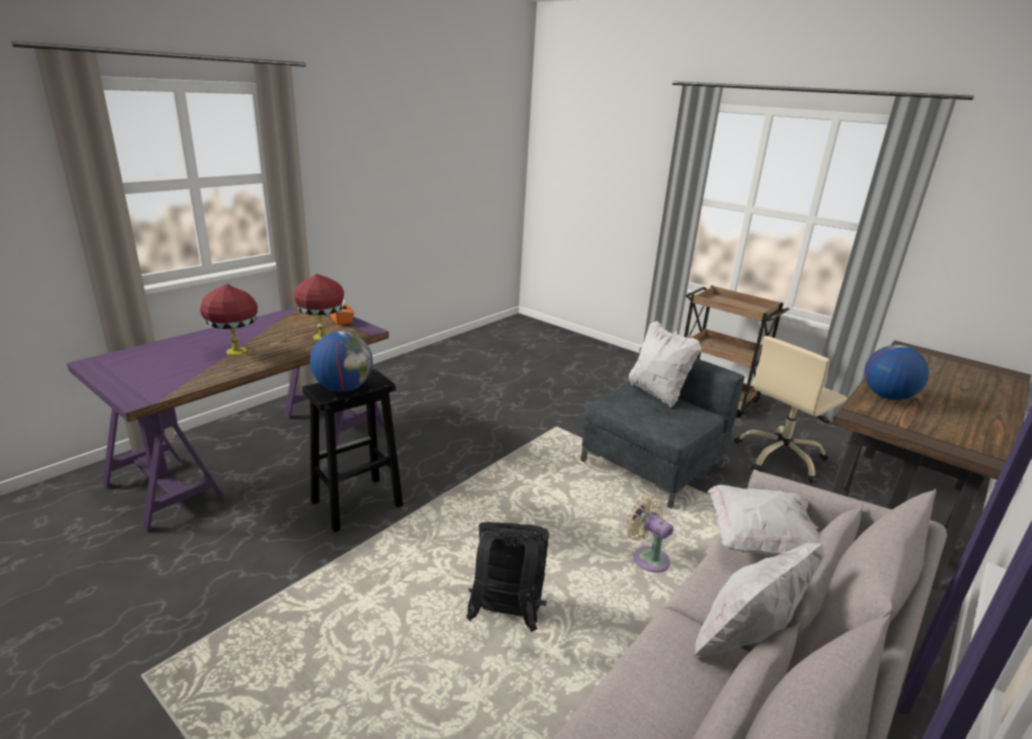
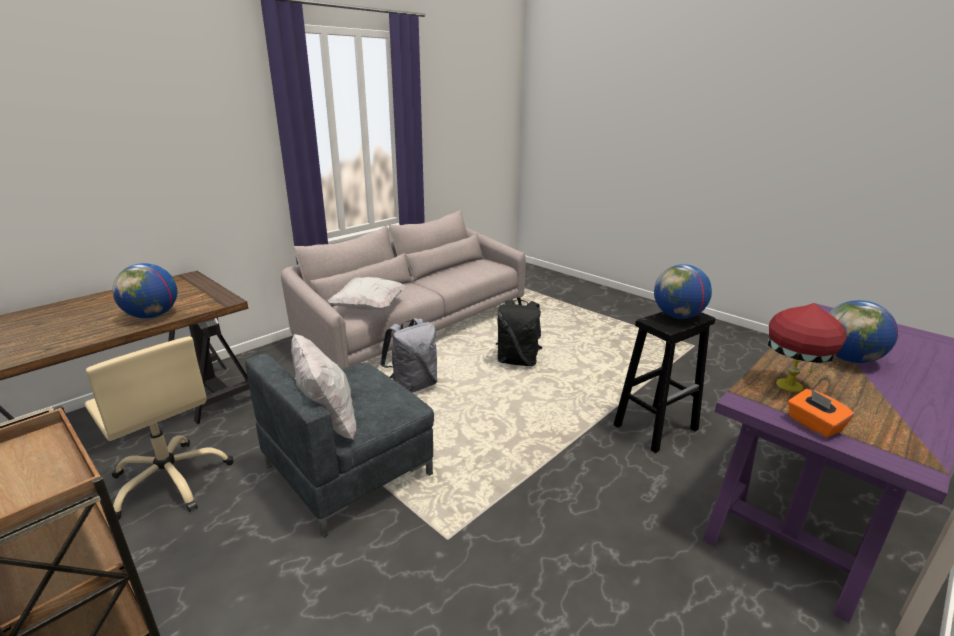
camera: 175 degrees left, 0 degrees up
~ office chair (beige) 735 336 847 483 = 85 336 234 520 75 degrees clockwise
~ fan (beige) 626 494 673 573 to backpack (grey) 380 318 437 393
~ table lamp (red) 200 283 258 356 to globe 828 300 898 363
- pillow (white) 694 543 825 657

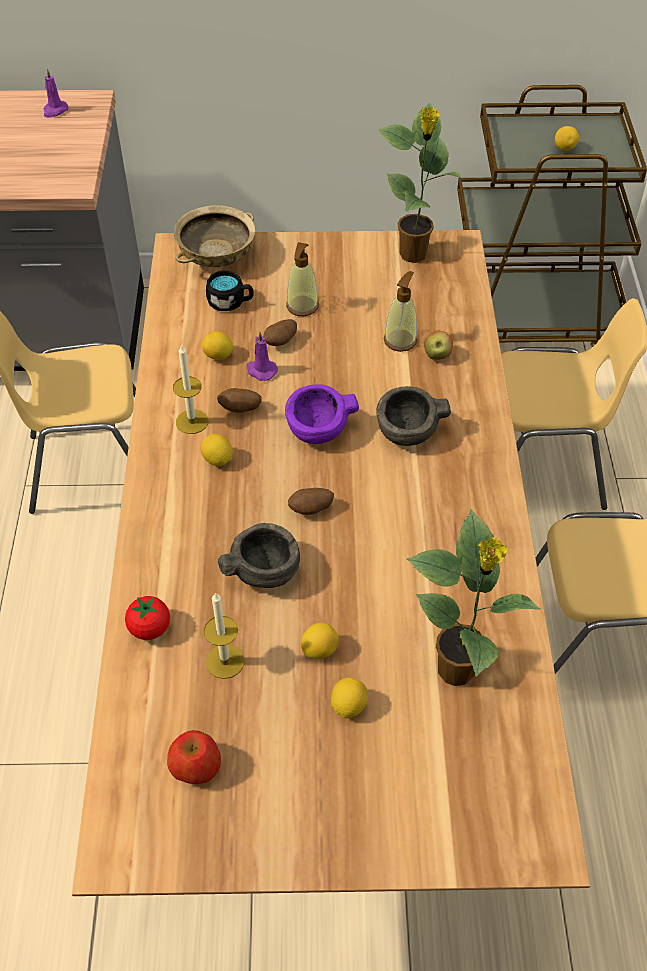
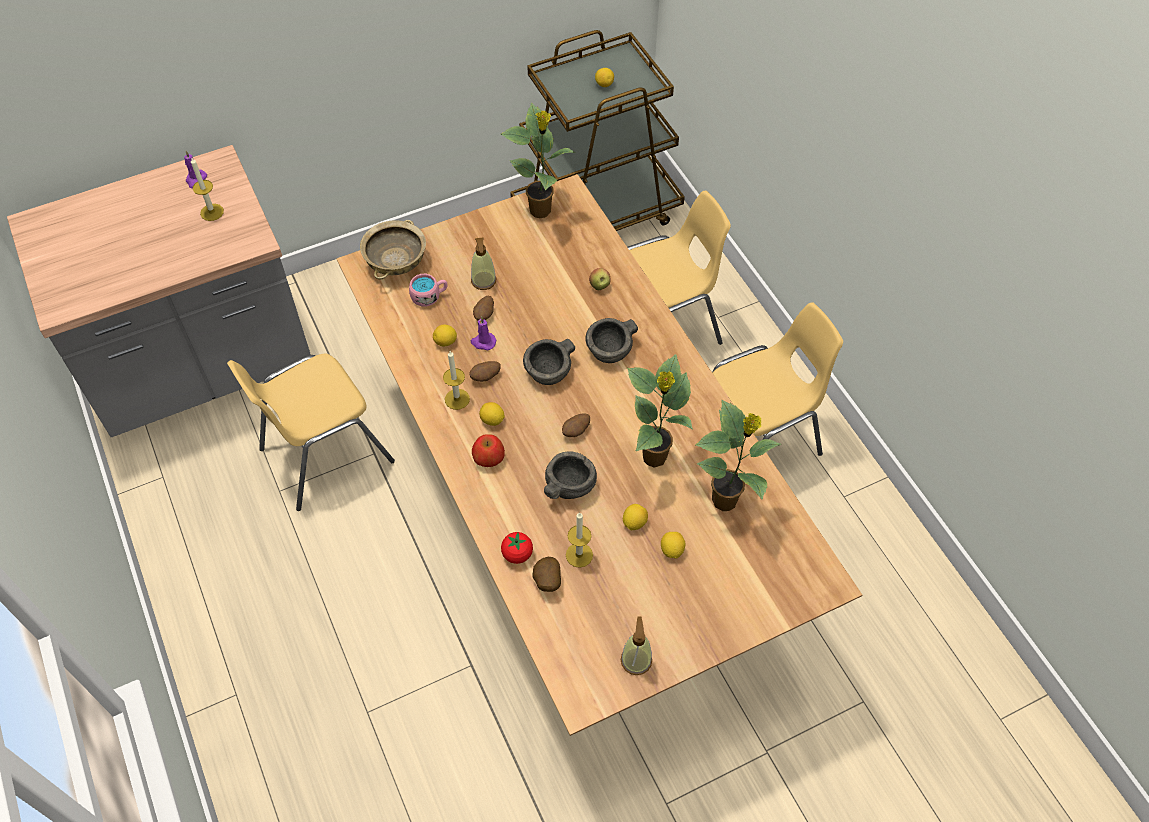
camera: 25 degrees left, 5 degrees up
+ candle 191 158 224 221
~ mug (black) 206 270 254 311 to mug (pink) 409 274 448 306
~ apple 167 730 221 784 to 472 434 505 467
~ bowl (purple) 285 385 359 444 to bowl (grey) 523 339 575 385
+ potato 532 557 561 592
~ soap dispenser 384 271 417 352 to 621 616 652 675
+ potted plant 627 354 693 468

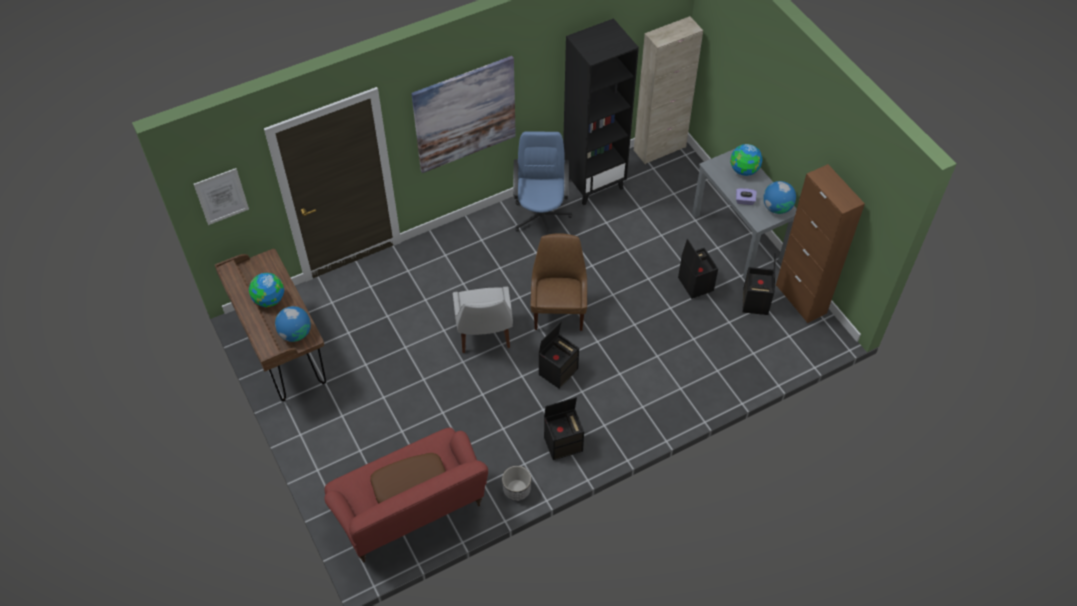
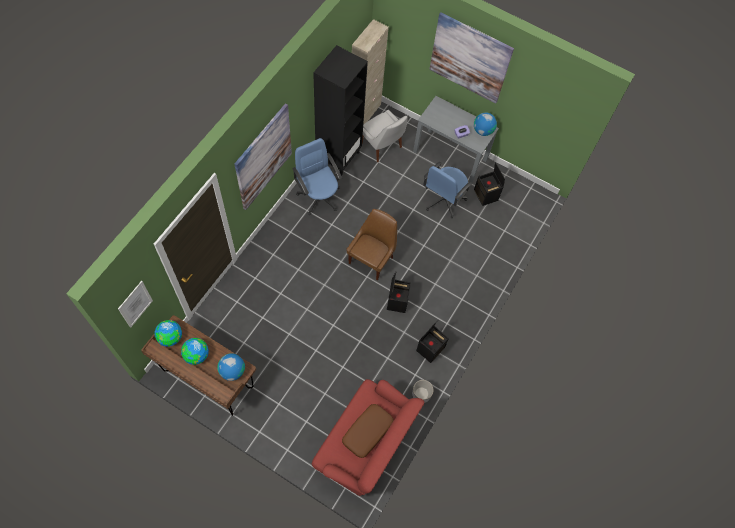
camera: 35 degrees left, 10 degrees up
~ globe 730 144 763 176 to 154 320 182 347
~ chair (brown) 530 233 587 331 = 347 209 397 280 60 degrees clockwise
~ chair (white) 453 286 513 353 to 362 110 408 162
~ storage box (black) 678 239 718 299 to office chair (blue) 423 162 472 218
+ picture 429 12 514 104
- cabinet (brown) 776 164 865 323

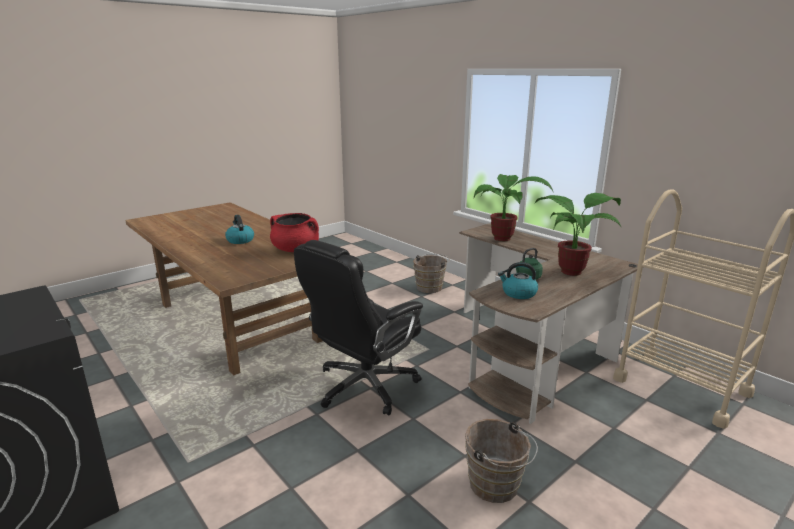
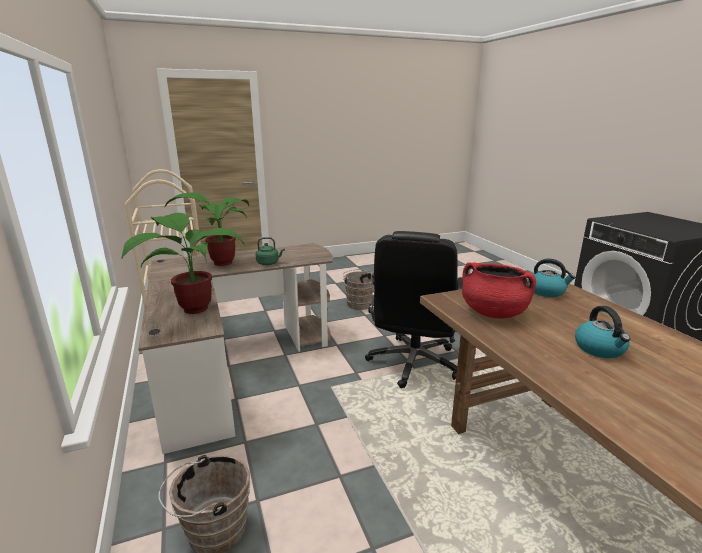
camera: 160 degrees left, 0 degrees up
~ office chair (black) 294 240 423 415 = 365 231 463 388 135 degrees clockwise
~ kettle 498 262 538 299 to 528 259 576 297

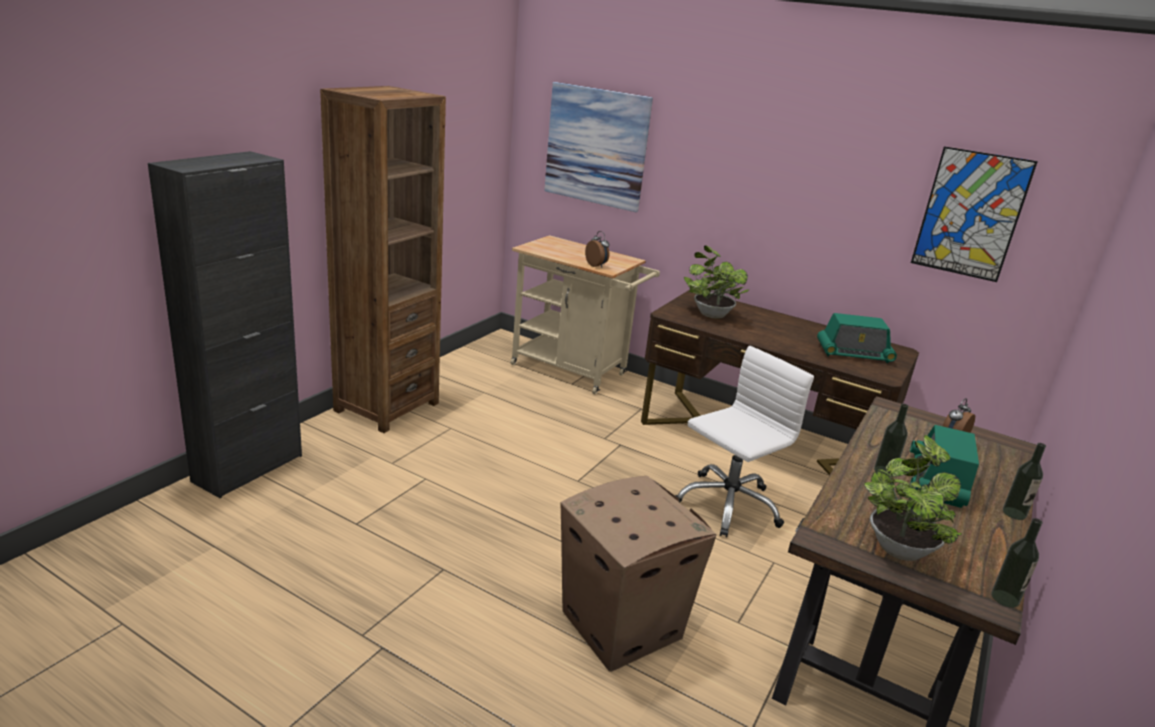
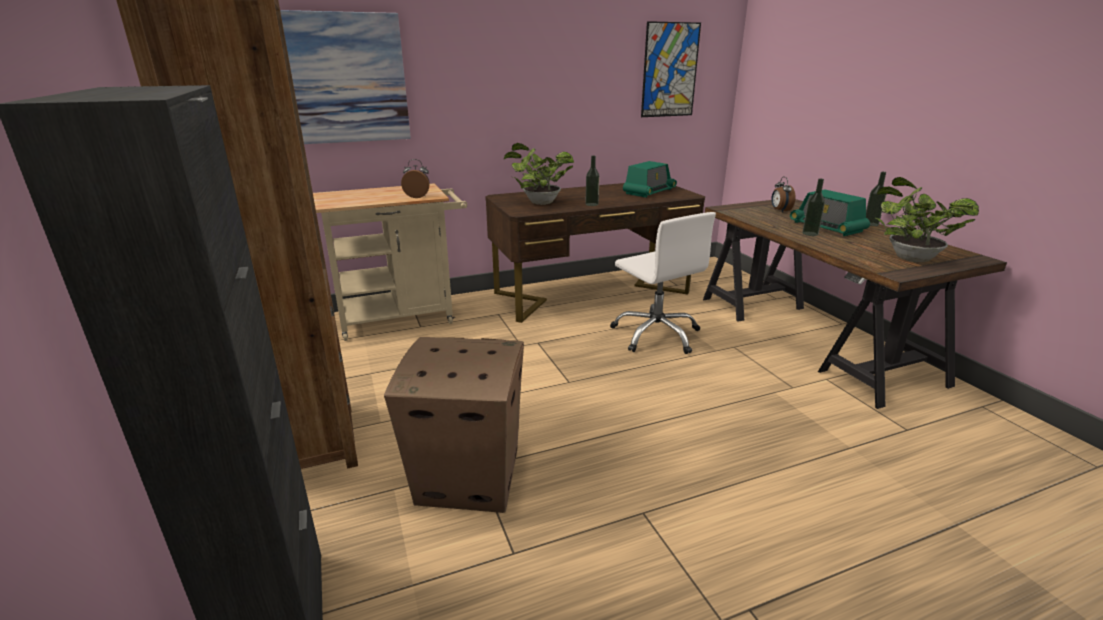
camera: 50 degrees left, 0 degrees up
~ cardboard box 561 476 716 672 to 384 337 524 513
~ bottle 991 518 1043 608 to 585 155 600 206
~ office chair (white) 675 346 814 537 = 610 212 716 354 150 degrees clockwise

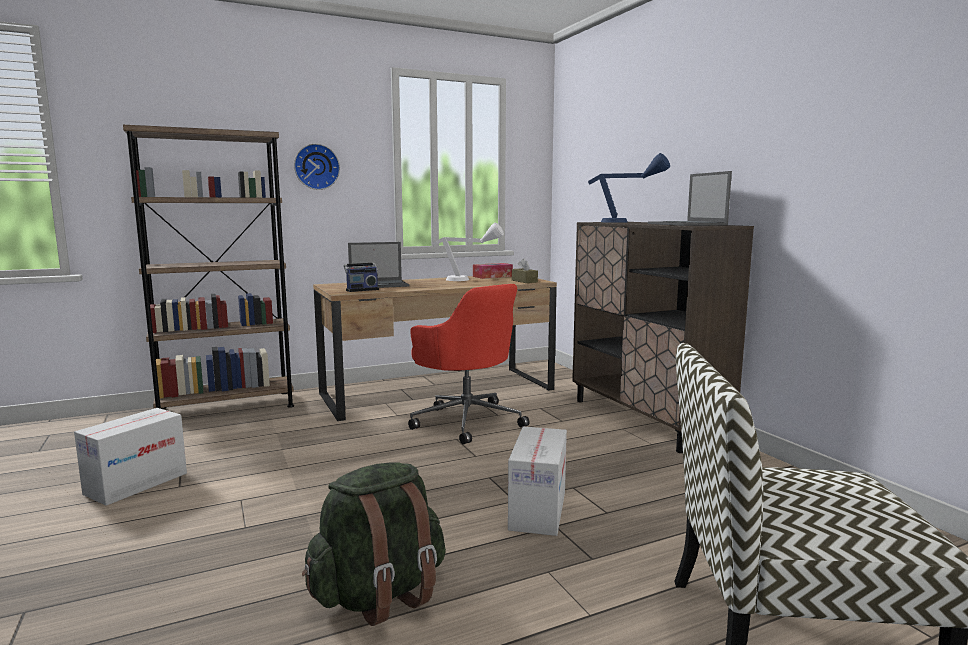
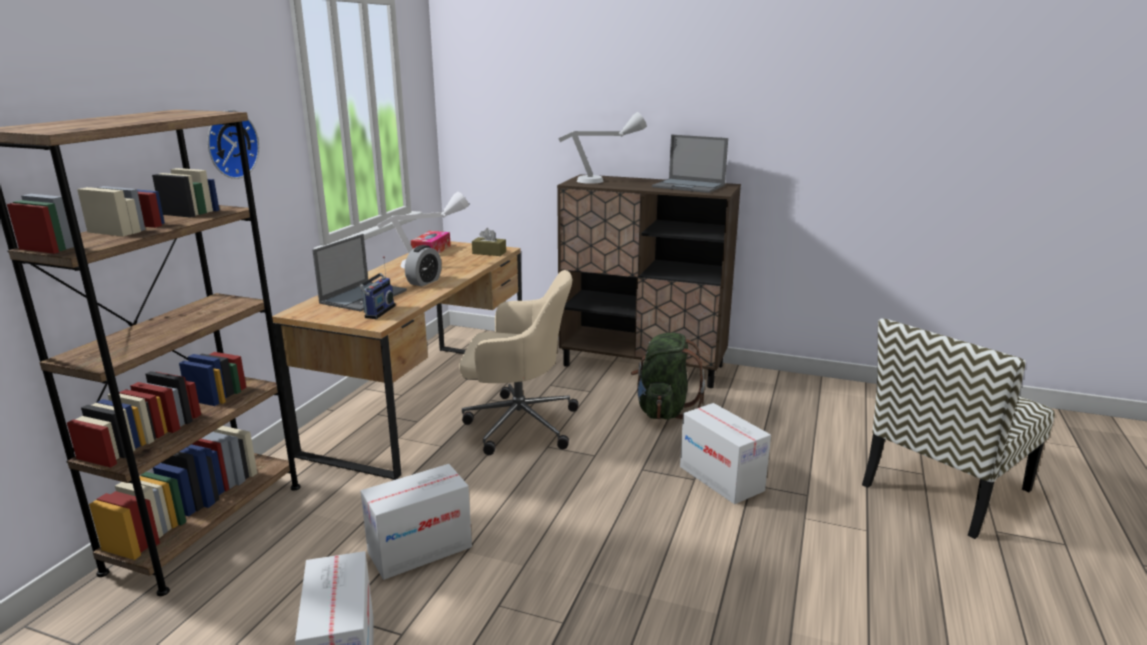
camera: 45 degrees left, 10 degrees up
+ cardboard box 360 464 472 580
+ alarm clock 405 245 442 286
~ office chair (red) 408 284 529 444 to office chair (beige) 459 270 579 455
~ table lamp (blue) 588 153 670 223 to table lamp (grey) 558 112 647 184
~ backpack (green) 302 462 446 626 to 631 332 705 420

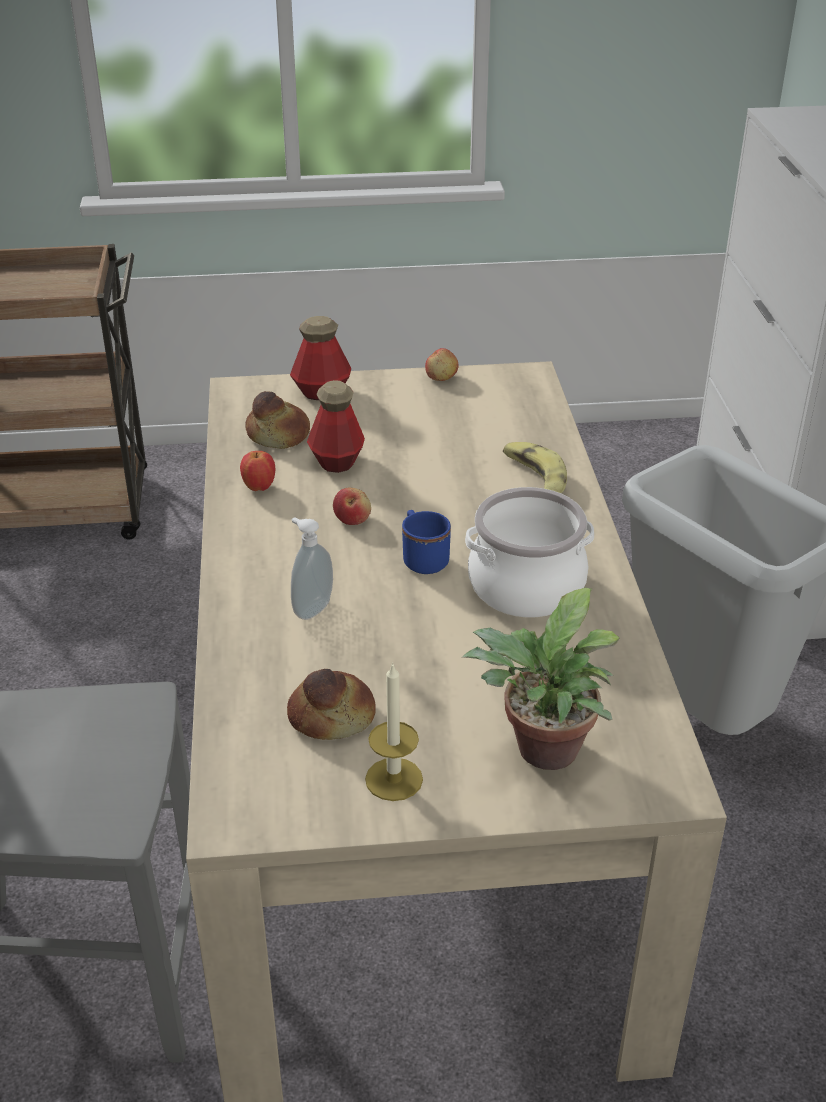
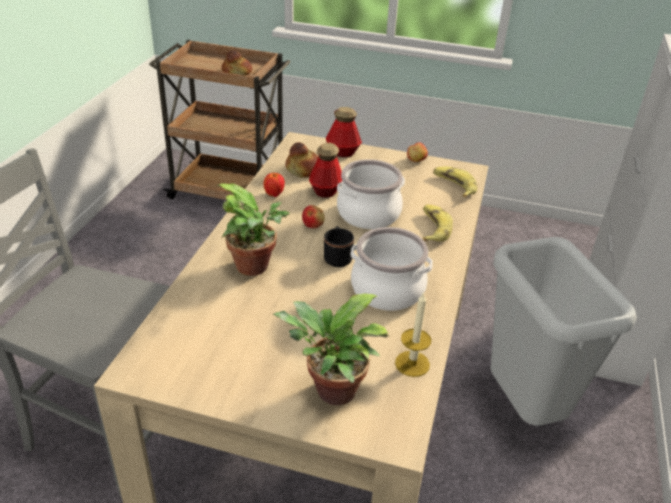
camera: 20 degrees right, 0 degrees up
~ soap dispenser 291 517 333 620 to potted plant 217 183 290 276
~ bread 287 669 376 740 to 221 50 252 76
~ mug (blue) 402 510 451 574 to mug (black) 324 226 354 267
+ cooking pot 337 159 405 229
~ candle 365 662 423 801 to 395 292 431 377
+ banana 433 166 477 197

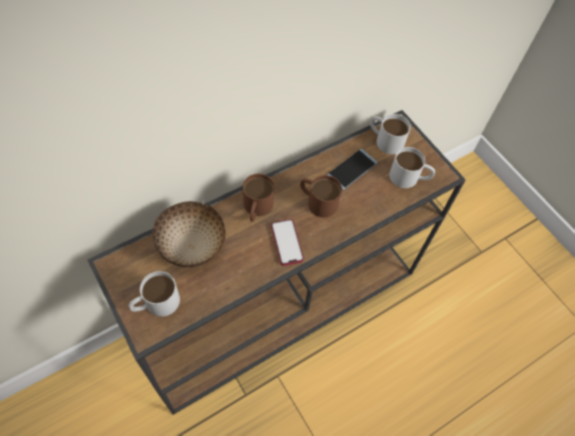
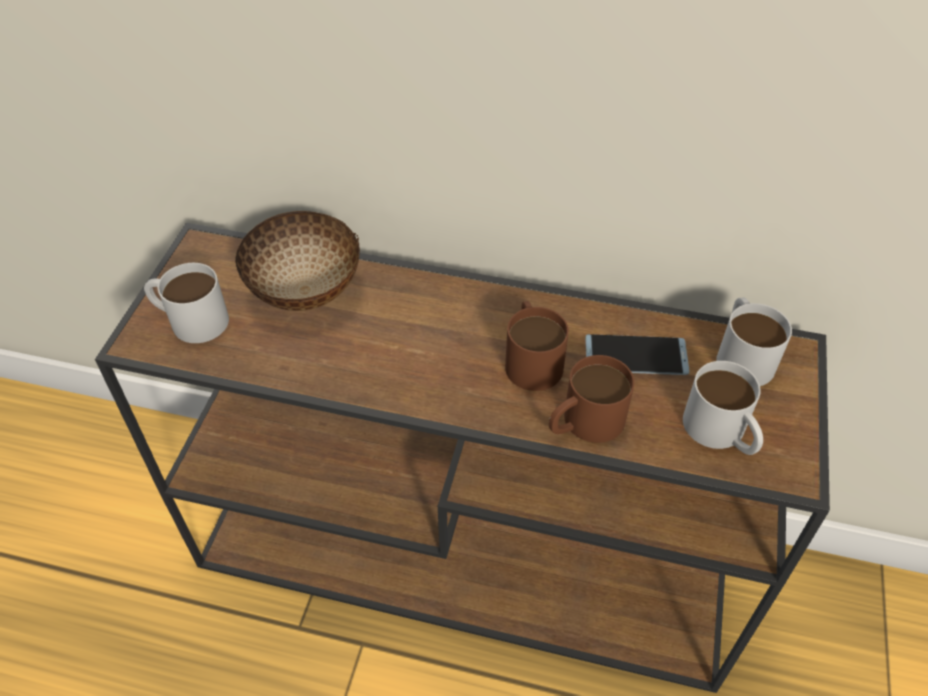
camera: 50 degrees right, 10 degrees down
~ mug (brown) 243 174 274 222 to 549 355 634 443
- phone 271 219 304 266

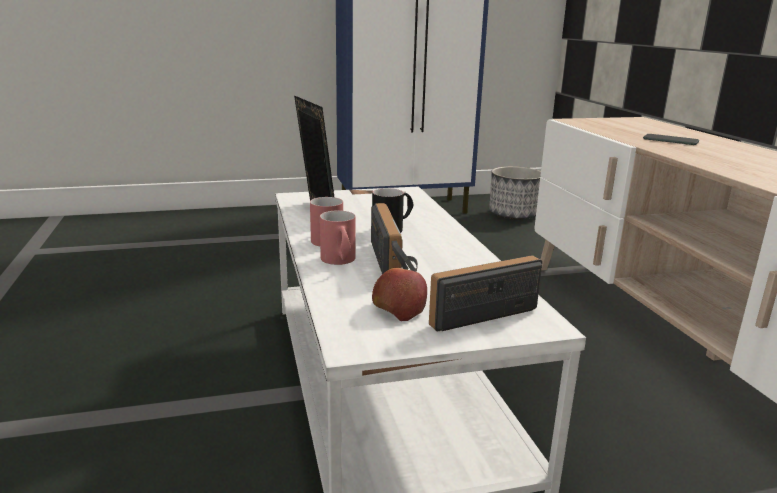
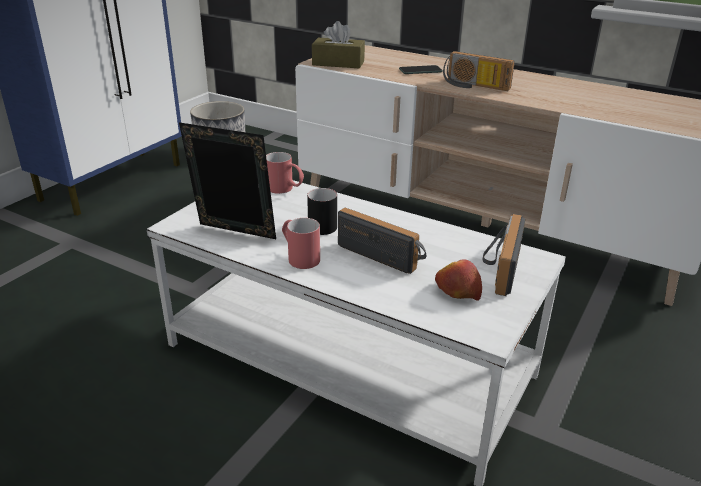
camera: 45 degrees left, 10 degrees up
~ mug (red) 320 211 356 265 to 266 152 304 194
+ tissue box (brown) 312 21 365 69
+ radio 443 51 515 91

